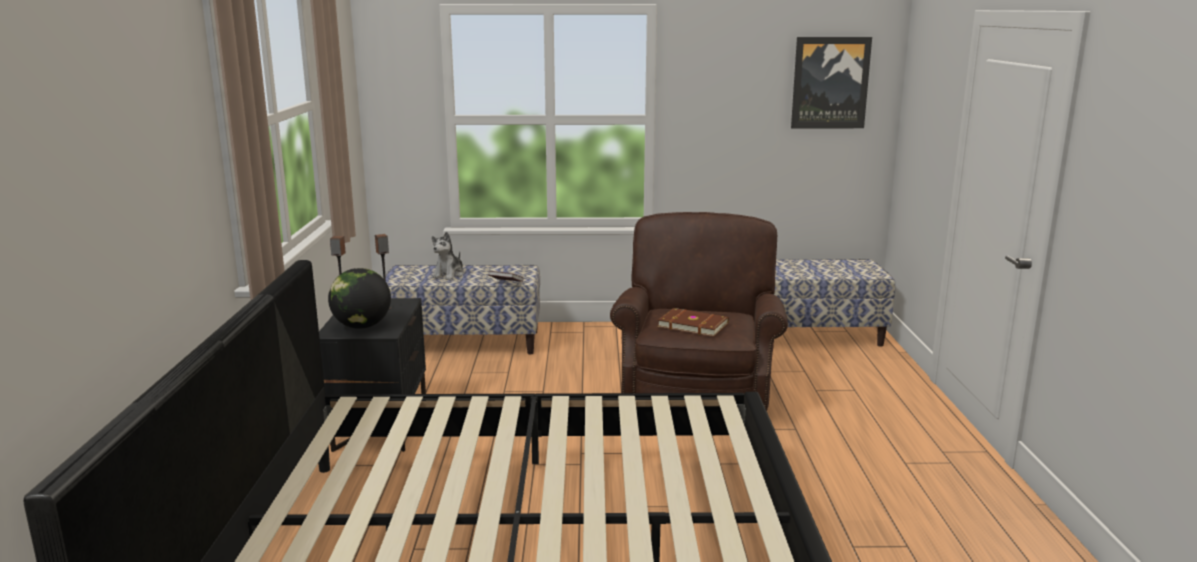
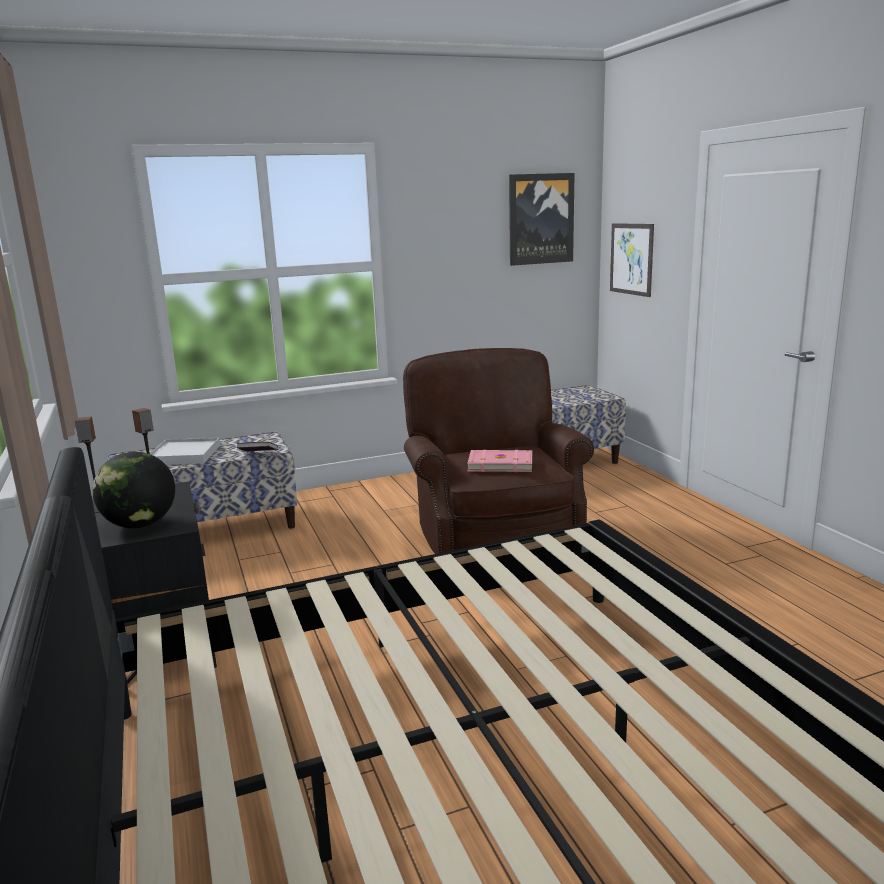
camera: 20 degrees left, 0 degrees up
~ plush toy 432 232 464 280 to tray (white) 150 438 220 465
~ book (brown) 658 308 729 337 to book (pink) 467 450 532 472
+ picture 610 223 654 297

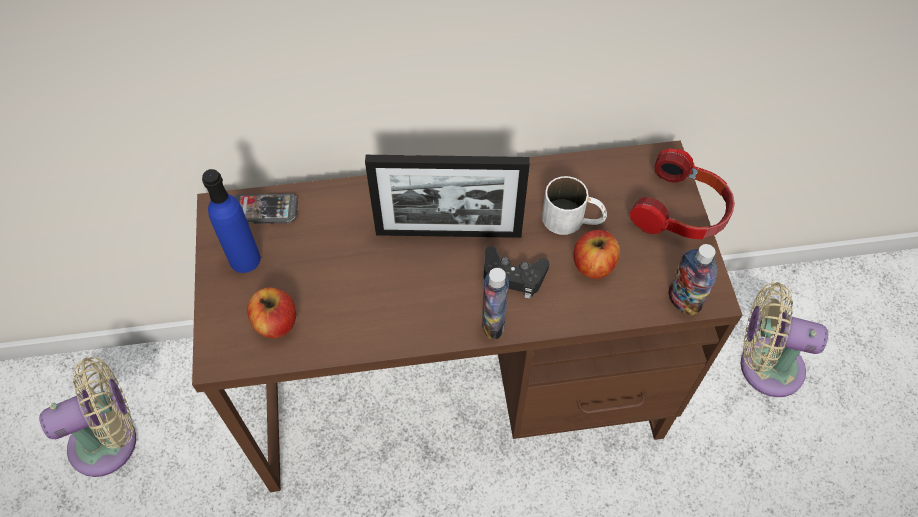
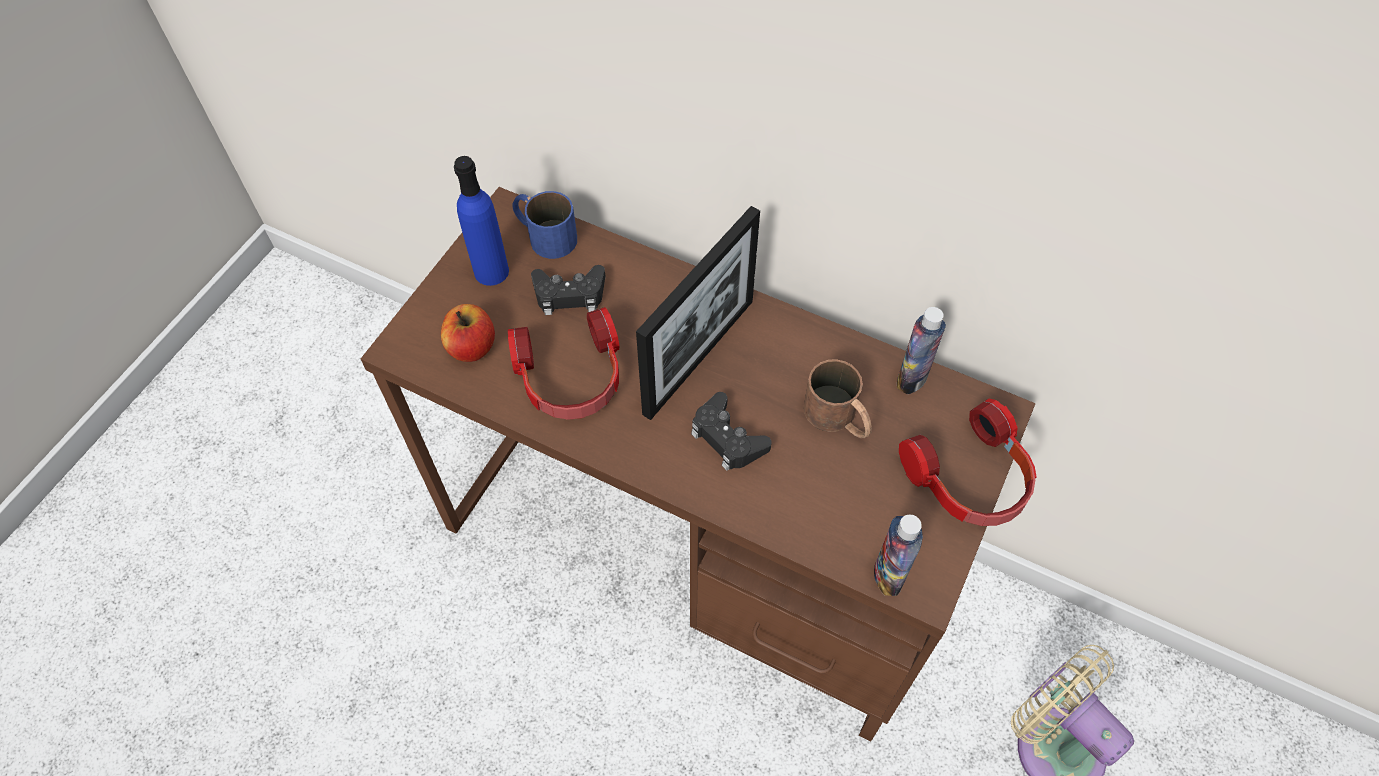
camera: 35 degrees right, 0 degrees up
+ headphones 508 307 620 420
~ phone 234 194 298 224 to mug (blue) 512 191 577 259
+ game controller (black) 531 265 605 315
~ picture frame 365 155 530 238 = 636 206 760 420 90 degrees counterclockwise
~ mug (white) 542 176 607 235 to mug (brown) 804 359 872 438
~ bottle 482 268 509 339 to 897 307 946 394
- fan (beige) 39 357 136 477
- apple 574 230 620 279

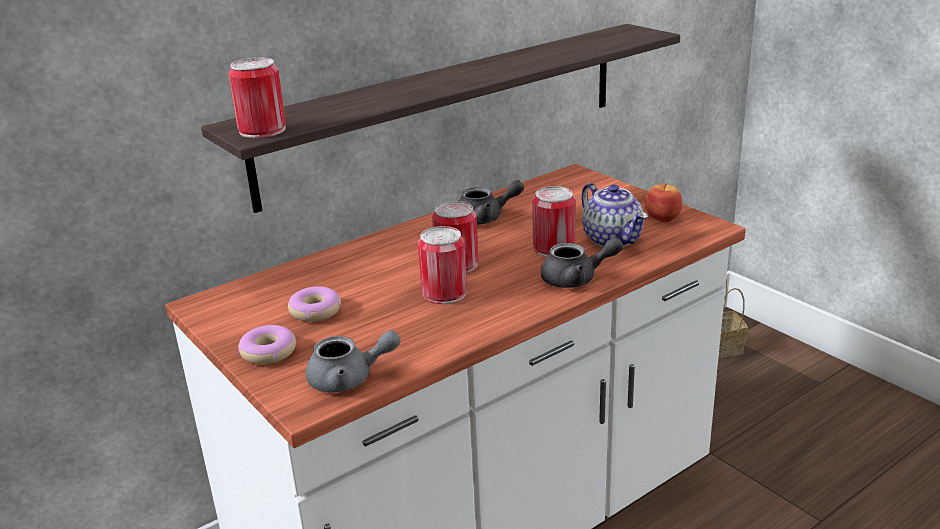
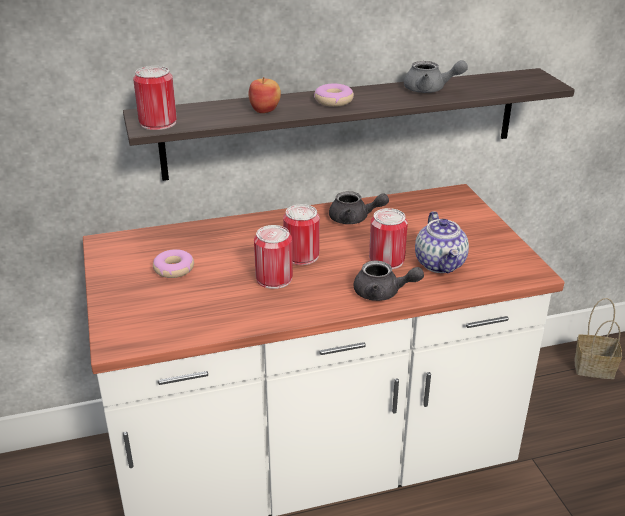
camera: 20 degrees right, 5 degrees up
~ apple 645 184 683 222 to 248 77 281 113
~ donut 238 325 296 365 to 314 84 354 107
~ teapot (grey) 306 330 401 392 to 404 60 468 93

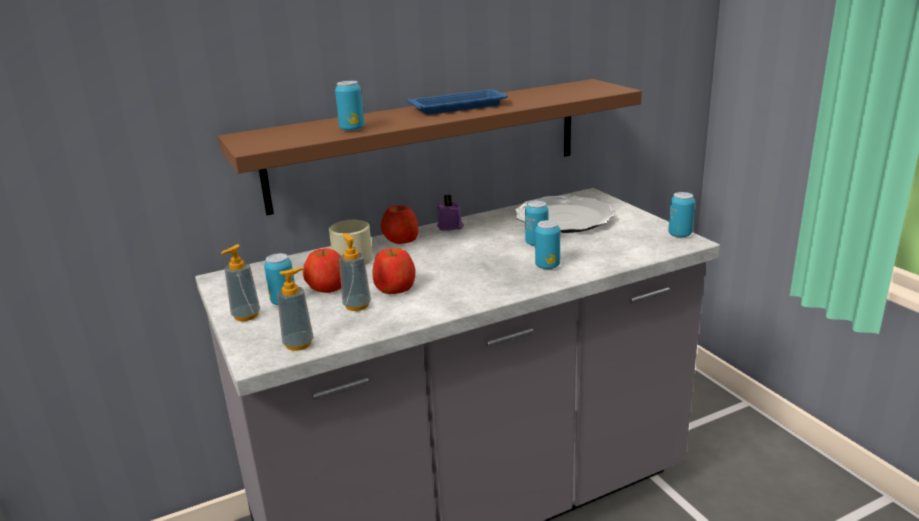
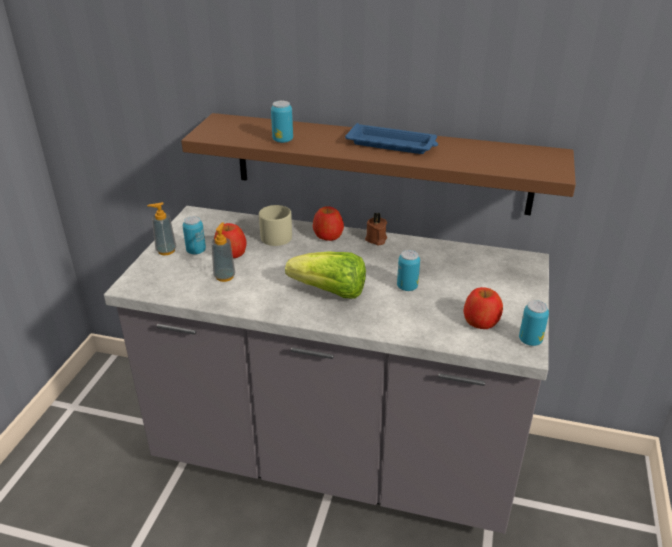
camera: 40 degrees right, 10 degrees up
+ lettuce 285 251 366 299
~ candle (purple) 437 195 464 231 to candle (brown) 365 212 387 246
~ apple 372 248 415 294 to 463 287 503 329
- soap dispenser 277 267 314 351
- plate 515 195 614 233
- can 535 220 560 269

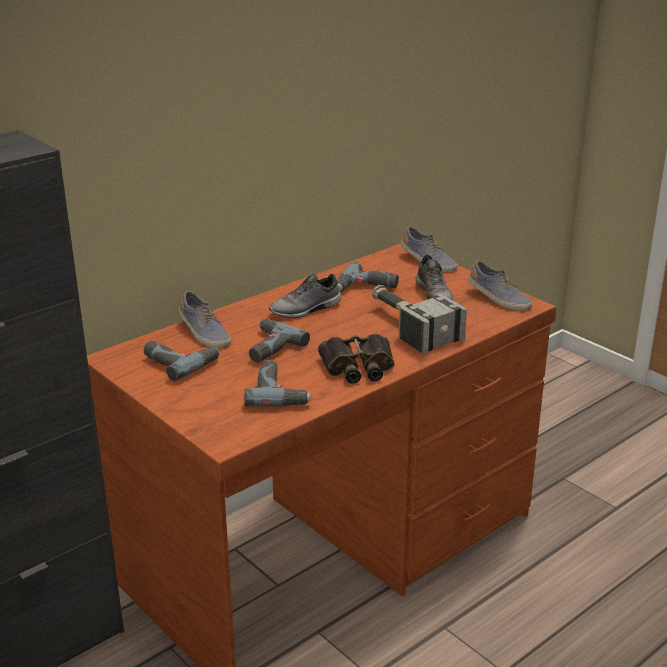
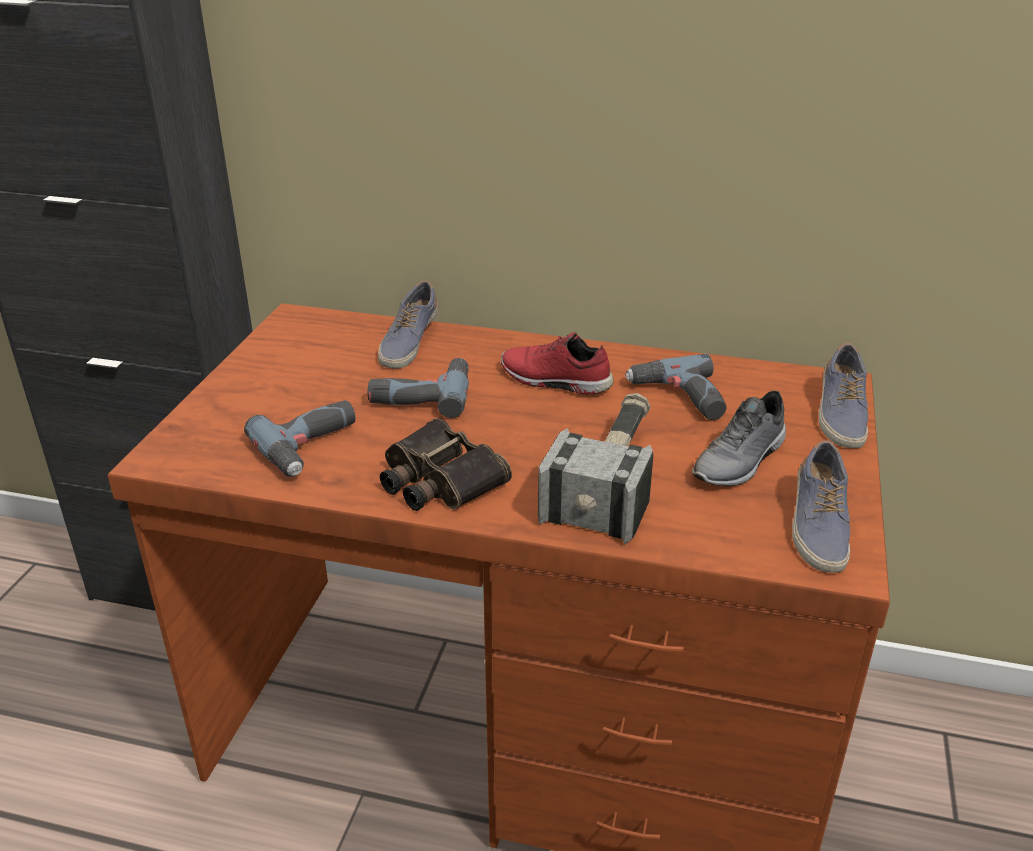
camera: 55 degrees right, 5 degrees up
~ shoe (grey) 269 274 341 318 to shoe (red) 501 332 613 395
- power drill 143 341 220 381

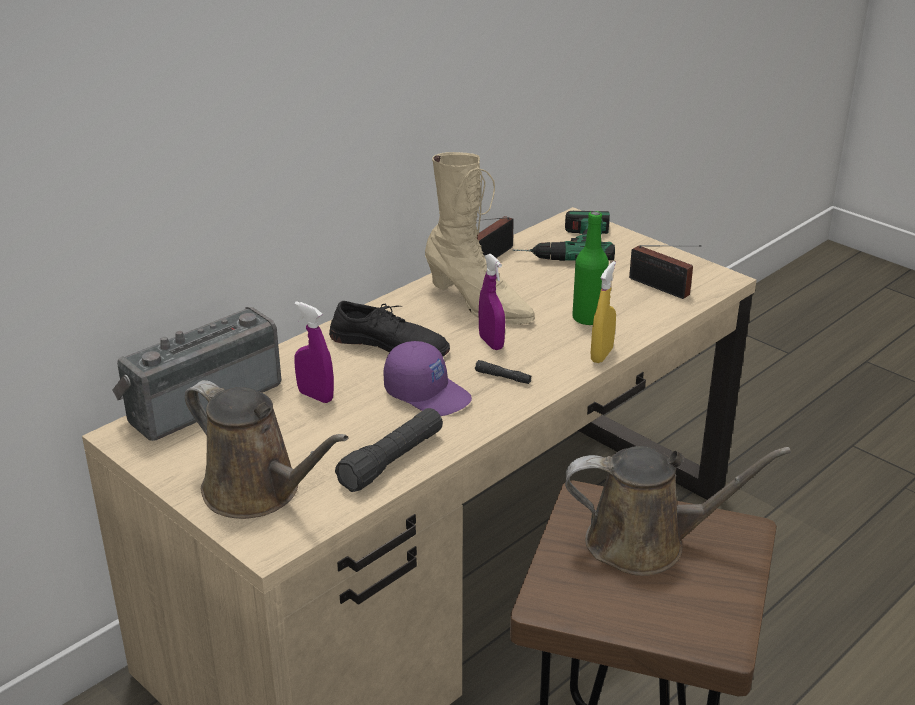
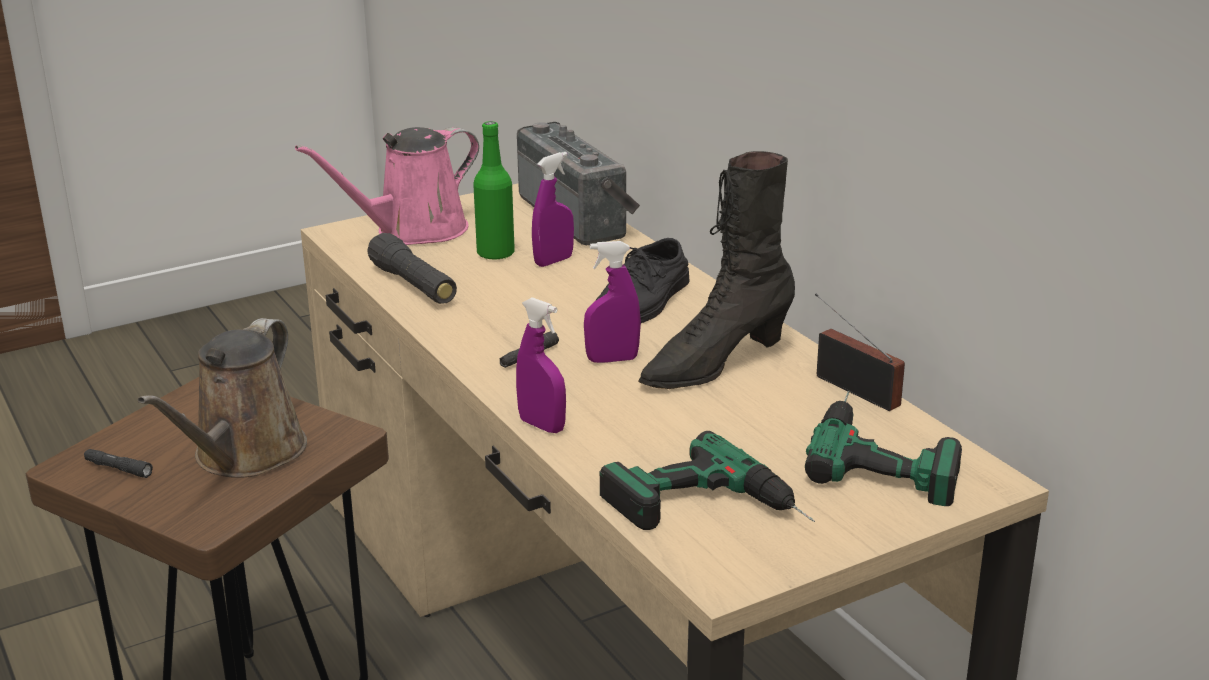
camera: 105 degrees right, 5 degrees down
+ flashlight (black) 84 449 153 478
~ watering can (brown) 185 380 349 519 to watering can (pink) 295 127 479 245
~ bottle (green) 572 211 609 325 to 473 121 515 260
~ spray bottle (yellow) 591 261 616 363 to spray bottle (purple) 516 297 566 433
~ radio 629 245 701 299 to power drill 599 431 815 530
~ boot (beige) 425 152 535 325 to boot (black) 638 151 795 389
- cap (purple) 383 341 472 416

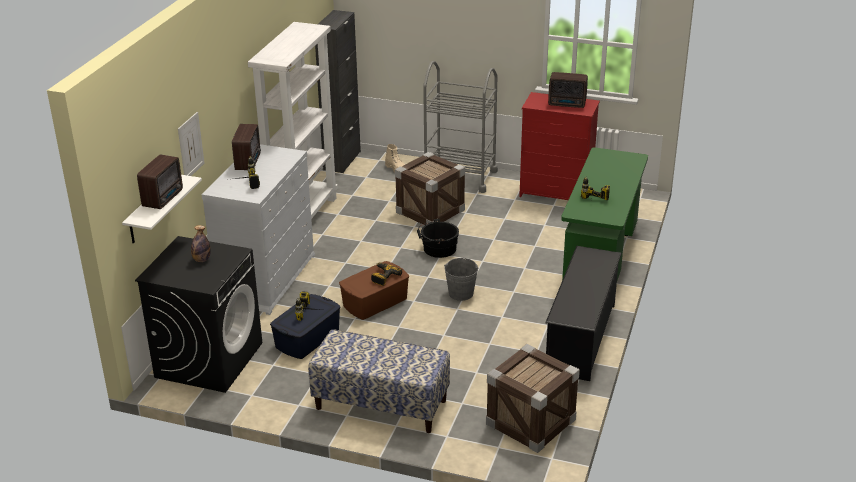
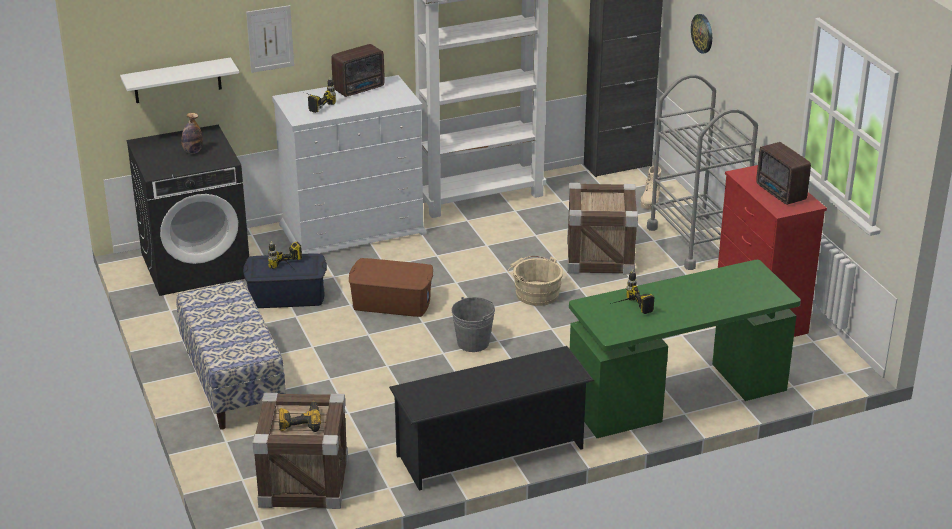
camera: 50 degrees right, 0 degrees up
~ power drill 371 263 402 286 to 279 401 321 432
~ bucket (black) 417 219 459 258 to bucket (beige) 508 256 563 306
+ wall clock 691 14 712 54
- radio 137 154 183 209

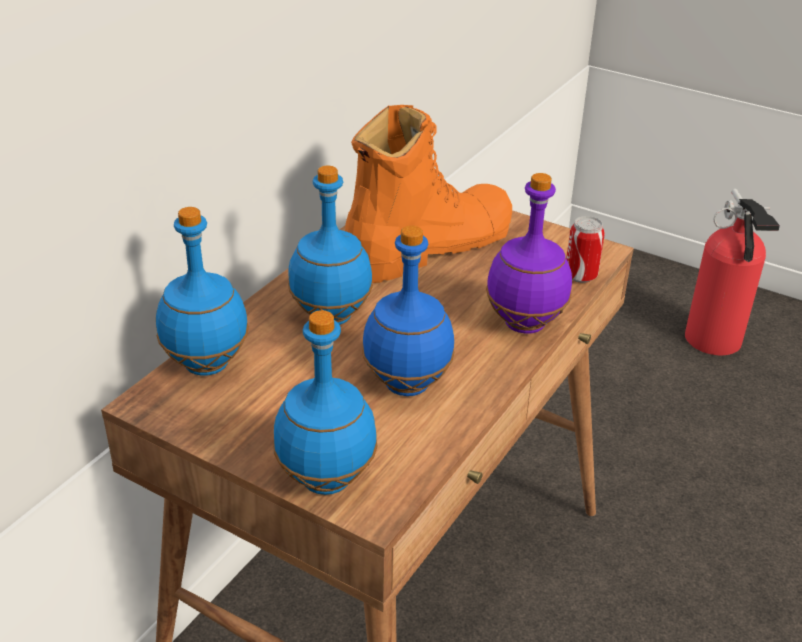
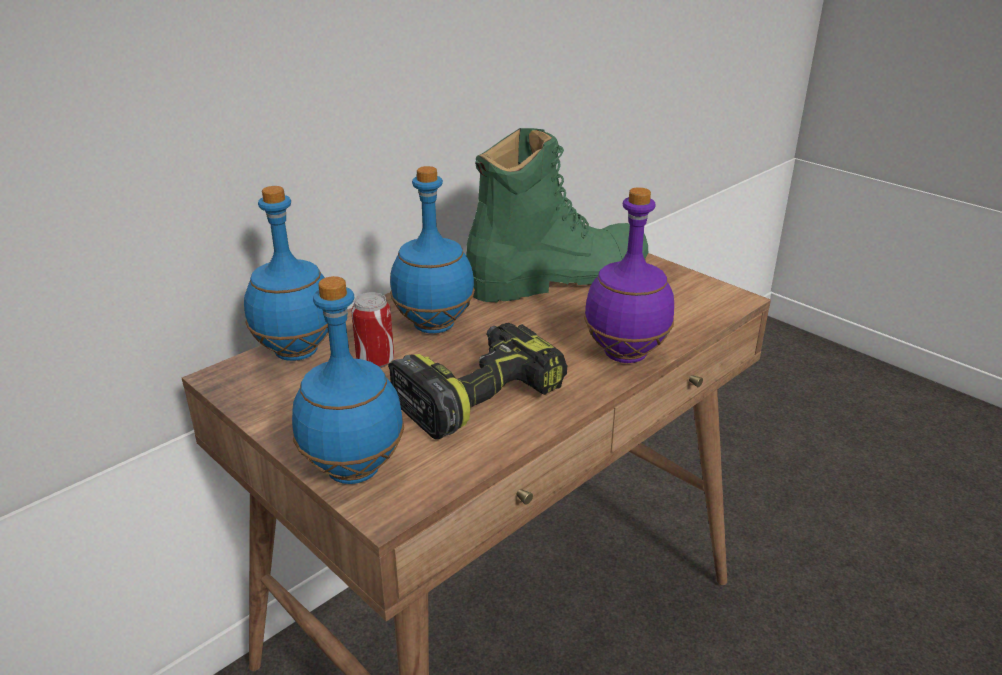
camera: 15 degrees right, 5 degrees down
~ can 566 216 605 283 to 351 292 394 368
~ bottle (blue) 362 226 455 396 to power drill 388 323 567 439
~ boot (orange) 345 105 512 283 to boot (green) 466 128 648 302
- fire extinguisher 685 189 780 355

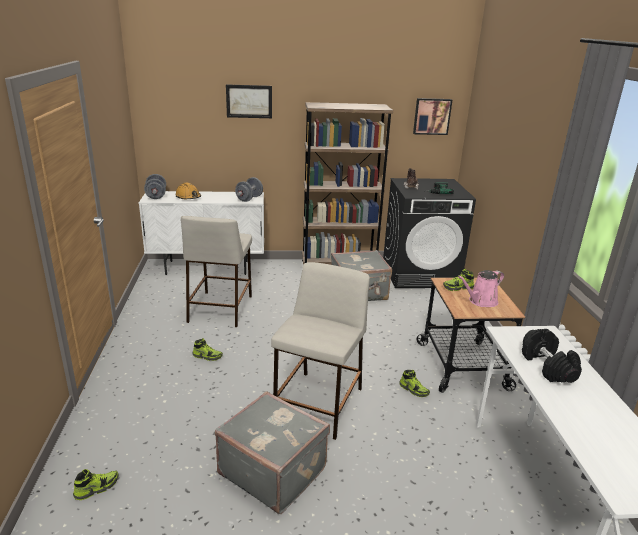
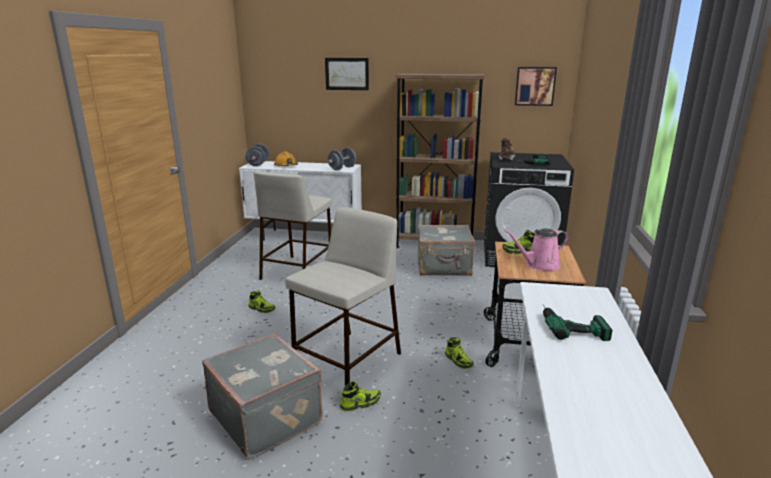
camera: 15 degrees right, 5 degrees down
~ shoe 73 469 119 500 to 340 381 381 412
~ dumbbell (black) 522 329 582 383 to power drill 543 305 613 341

